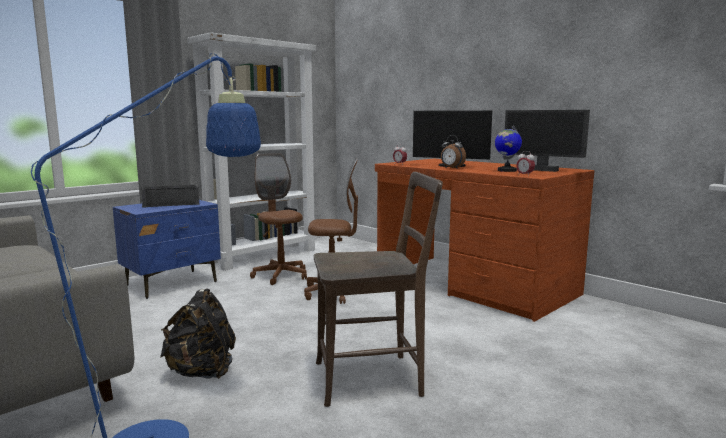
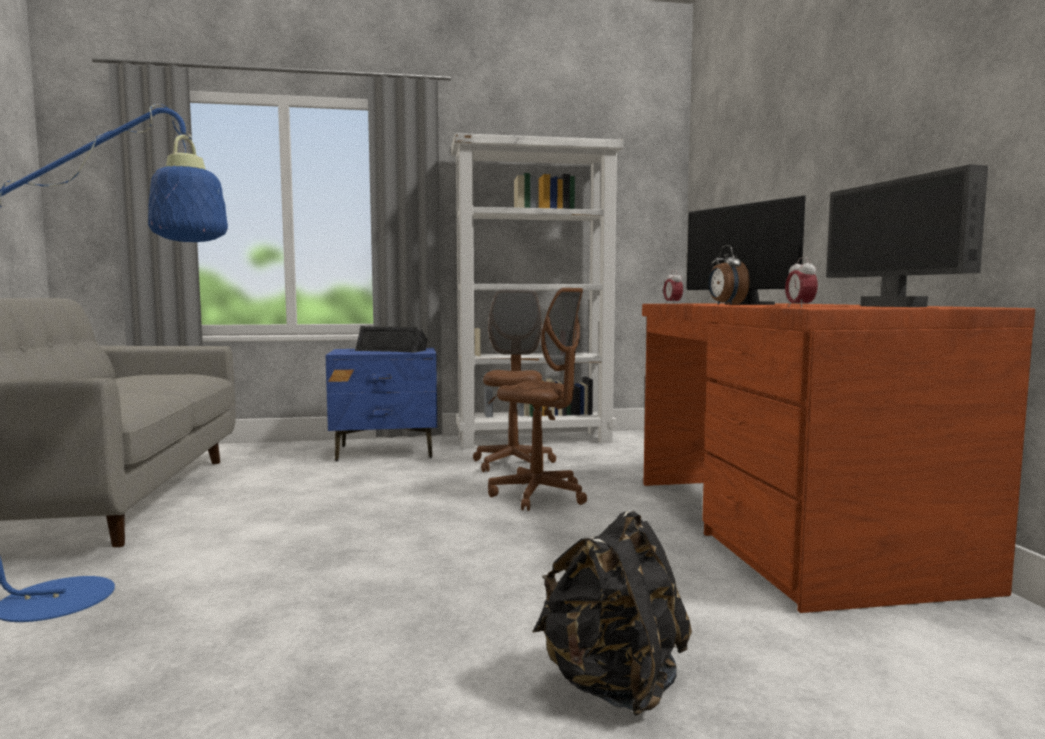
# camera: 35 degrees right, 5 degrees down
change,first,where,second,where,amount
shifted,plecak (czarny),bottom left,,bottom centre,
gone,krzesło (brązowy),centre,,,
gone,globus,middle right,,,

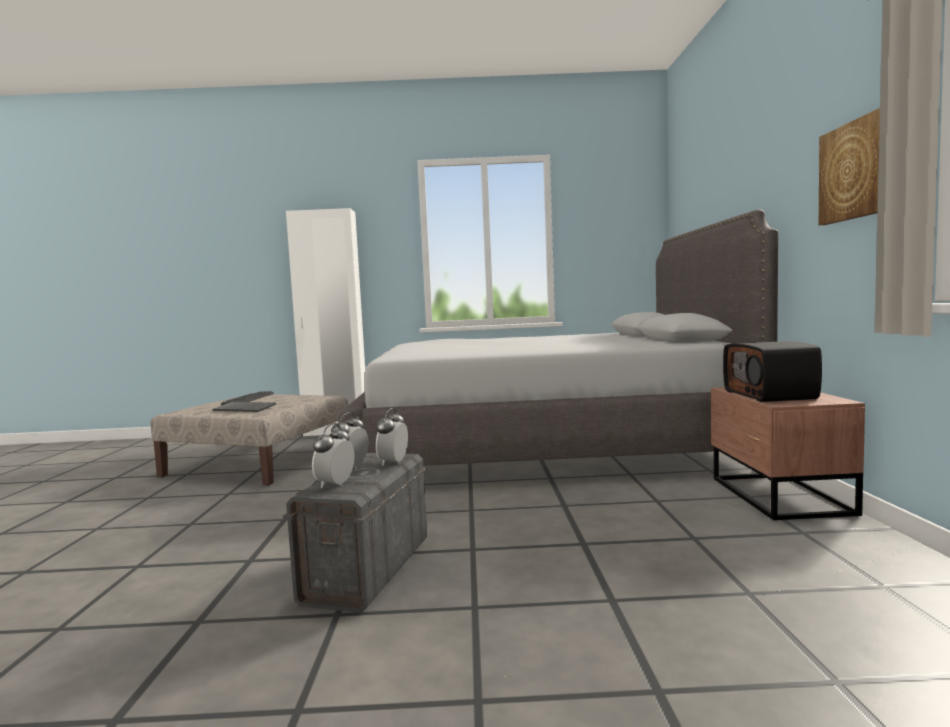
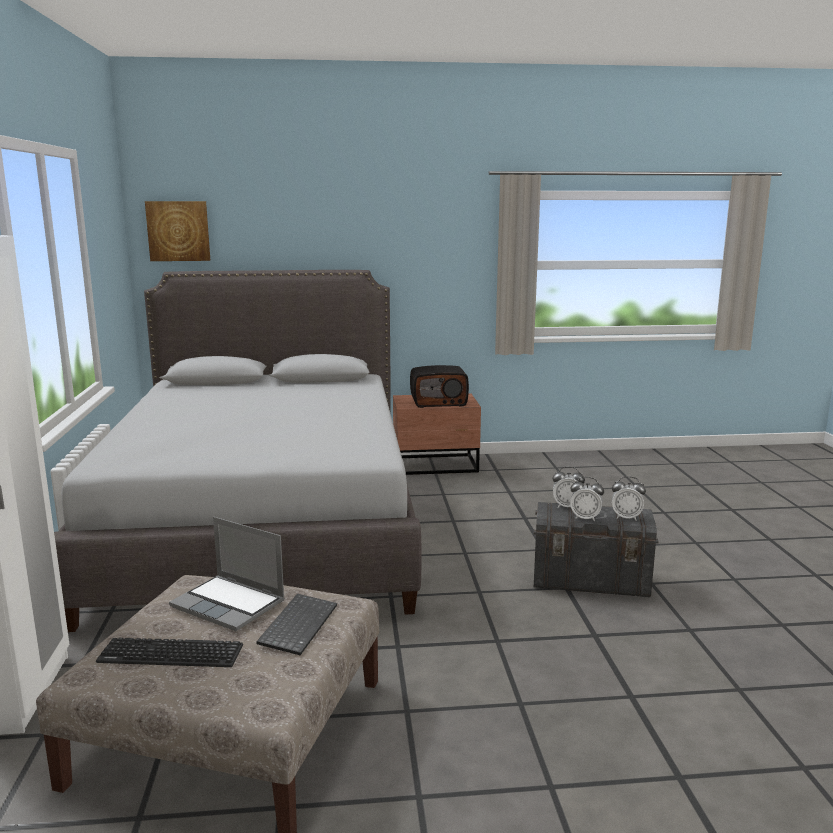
# camera: 95 degrees left, 10 degrees up
change,first,where,second,where,amount
shifted,obraz,top right,,top left,
new,,,laptop,bottom left,

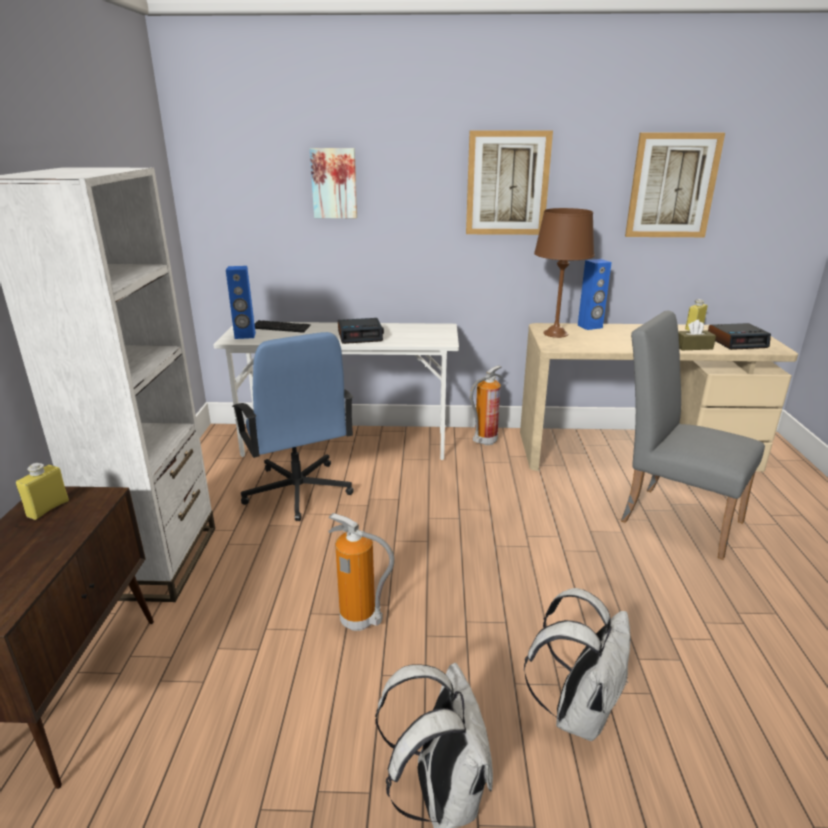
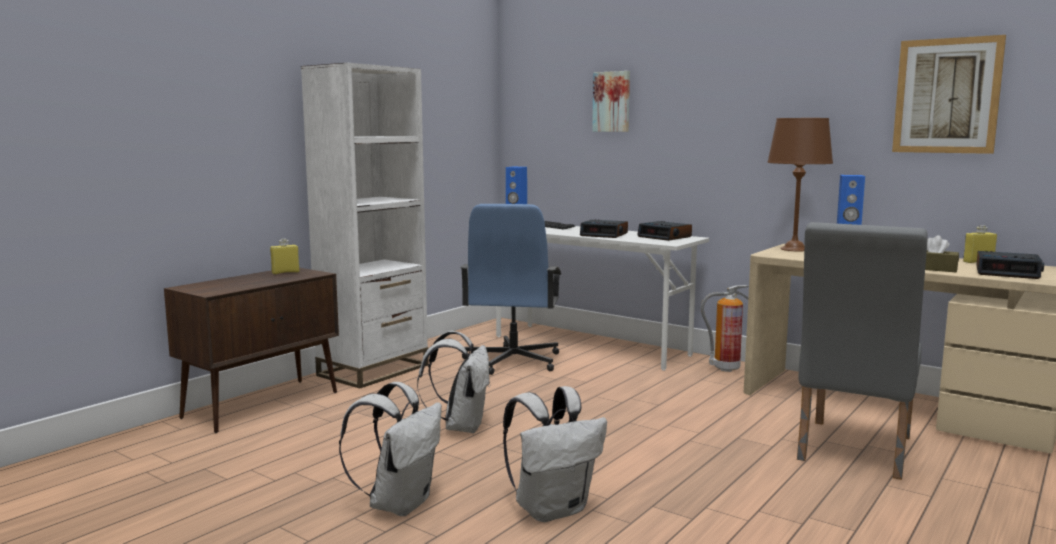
# camera: 35 degrees right, 15 degrees down
change,first,where,second,where,amount
swapped,gaśnica (no. 1 from left),bottom centre,plecak (biały) (no. 2 from left),bottom centre,
gone,obraz (no. 2 from left),top centre,,,
rotated,krzesło (szary),middle right,,middle right,135 degrees counterclockwise
new,,,budzik (no. 2 from left),centre,

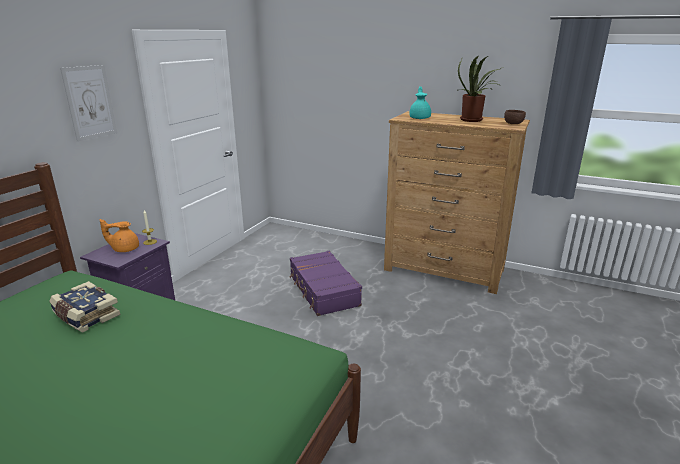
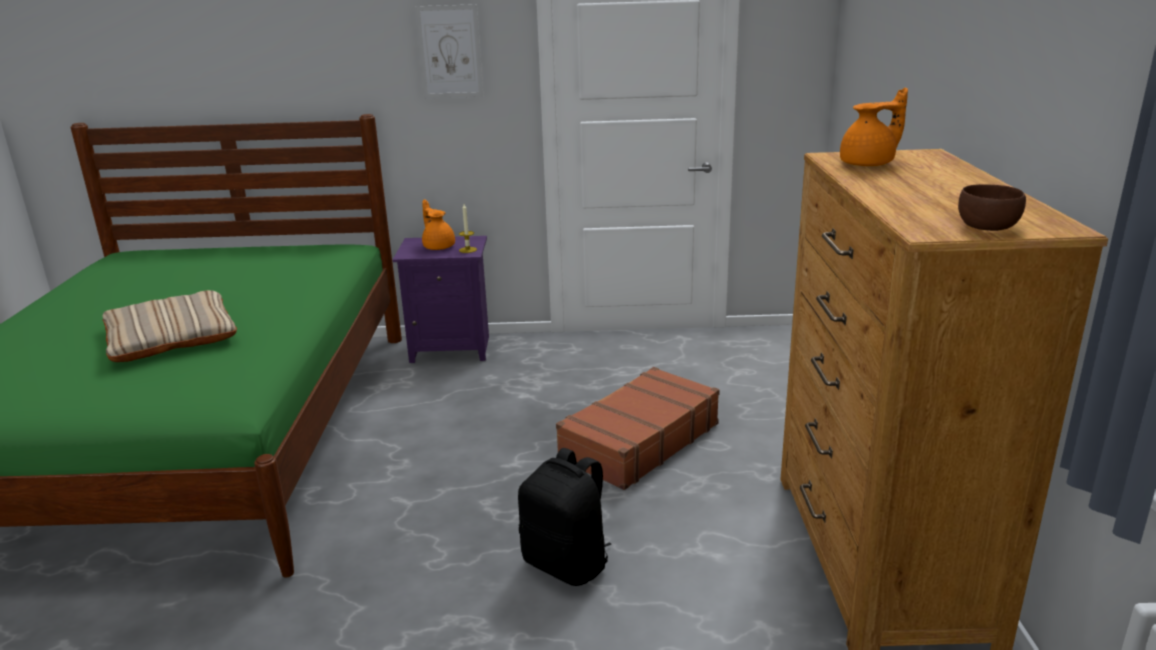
# camera: 65 degrees right, 0 degrees up
change,first,where,second,where,amount
gone,książka,middle left,,,
repainted,walizka (fioletowy),centre,walizka (brązowy),centre,
repainted,imbryk (turkusowy),top centre,imbryk (pomarańczowy) (no. 2 from left),top right,
gone,roślina doniczkowa,top right,,,
new,,,poduszka (beżowy),middle left,
new,,,plecak (czarny),bottom centre,

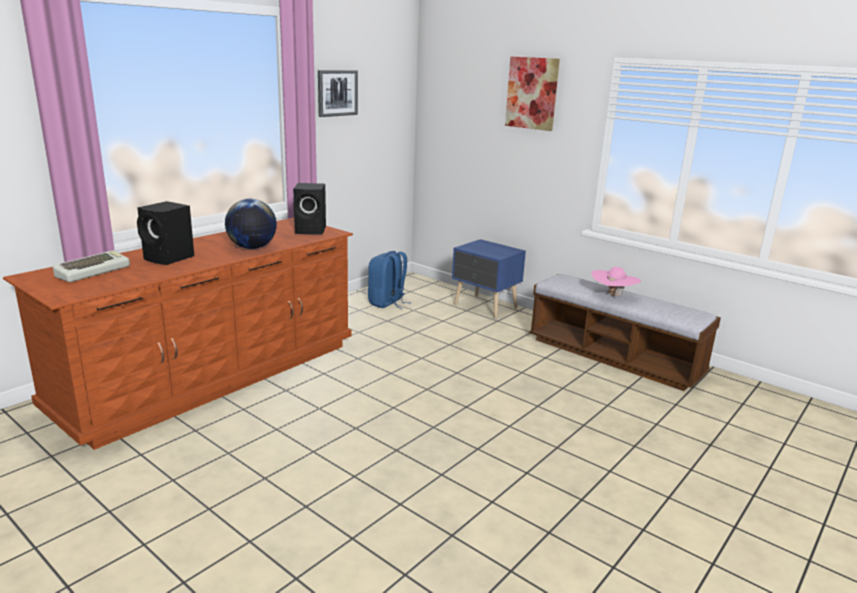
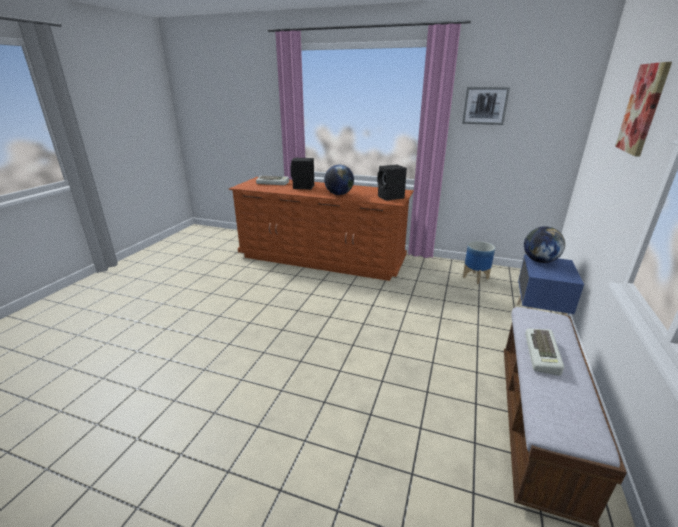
# camera: 70 degrees right, 5 degrees up
change,first,where,second,where,amount
swapped,plecak (niebieski),centre,donica,middle right,
swapped,kapelusz (różowy),middle right,klawiatura (no. 2 from left),bottom right,
new,,,globus (no. 2 from left),middle right,

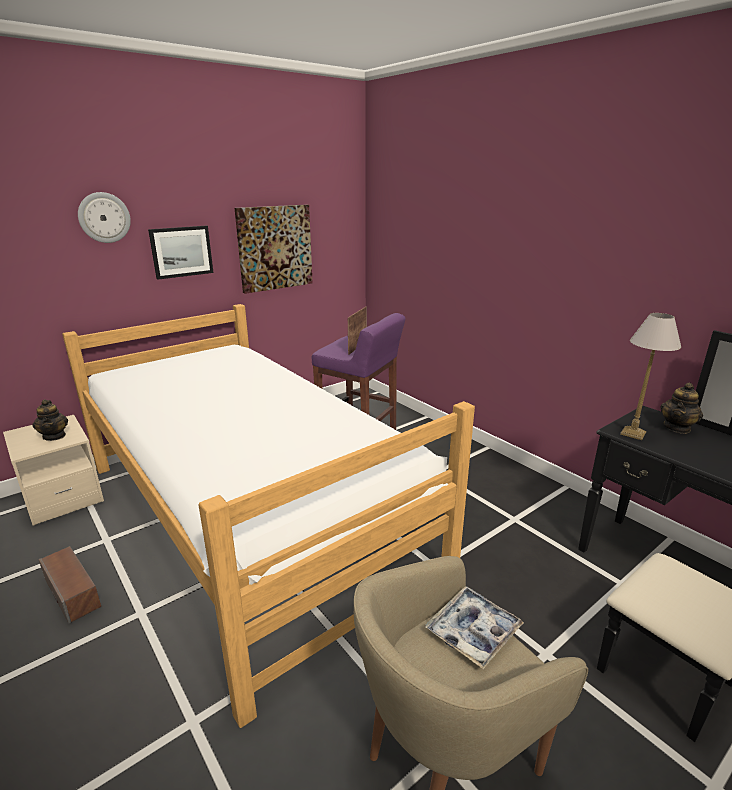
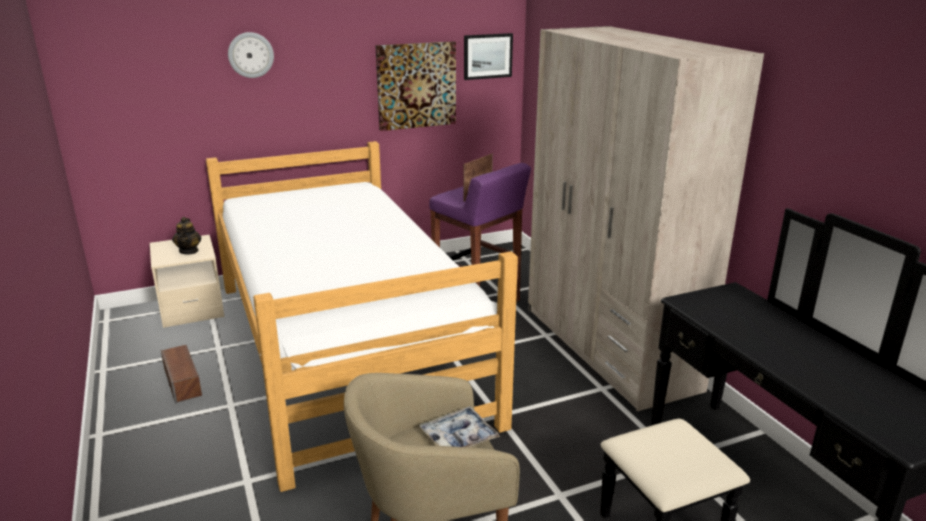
# camera: 15 degrees right, 0 degrees up
change,first,where,second,where,amount
shifted,obraz (no. 1 from left in the first image),top left,obraz (no. 2 from left),top centre,
gone,lampa stołowa,middle right,,,
gone,imbryk (no. 2 from left),middle right,,,
new,,,szafa (beżowy),middle right,

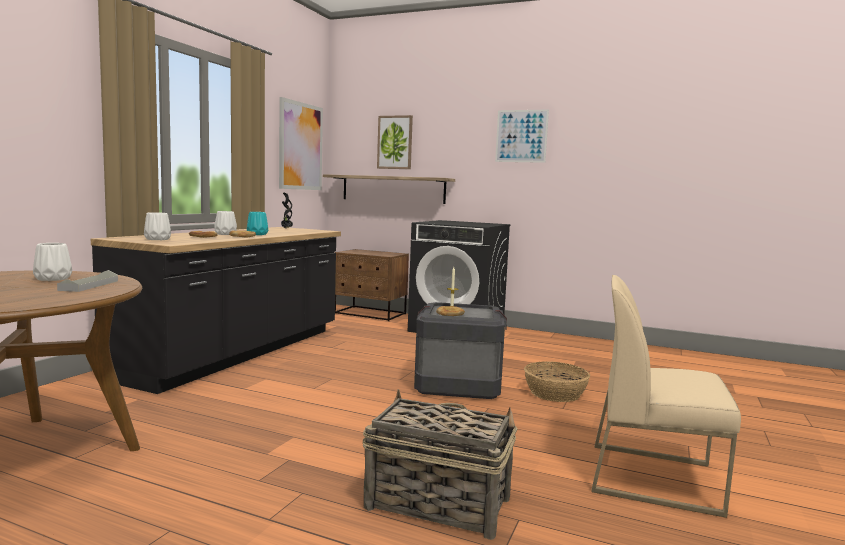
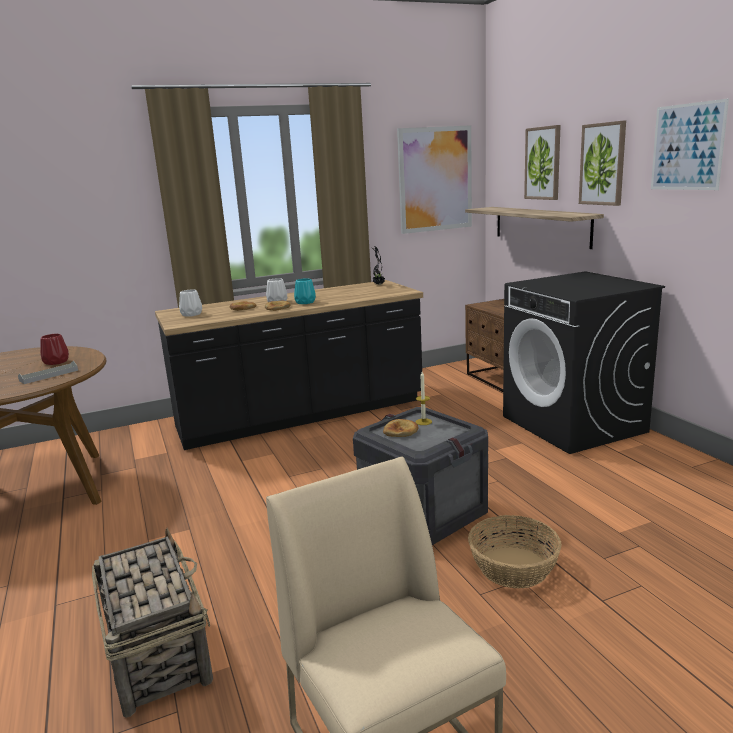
# camera: 45 degrees right, 10 degrees up
change,first,where,second,where,amount
repainted,wazon (biały) (no. 1 from left),middle left,wazon (czerwony),middle left,
new,,,obraz (no. 3 from left),top right,

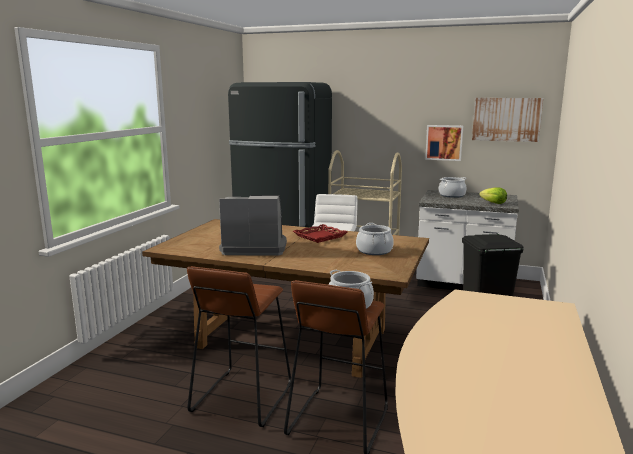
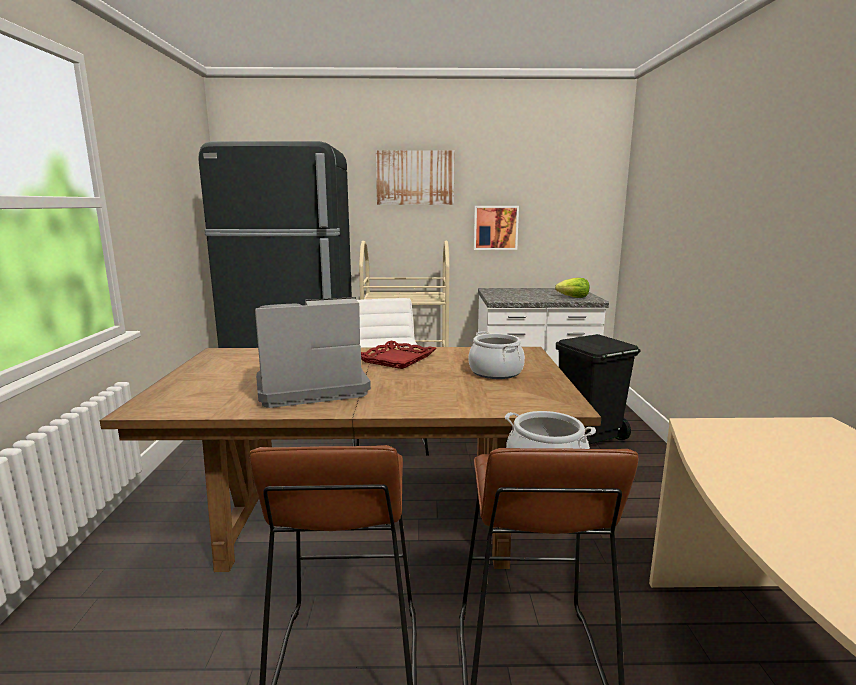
# camera: 20 degrees left, 0 degrees up
change,first,where,second,where,amount
gone,garnek (no. 3 from left),middle right,,,
shifted,obraz (no. 2 from left in the first image),top right,obraz (no. 1 from left),top centre,

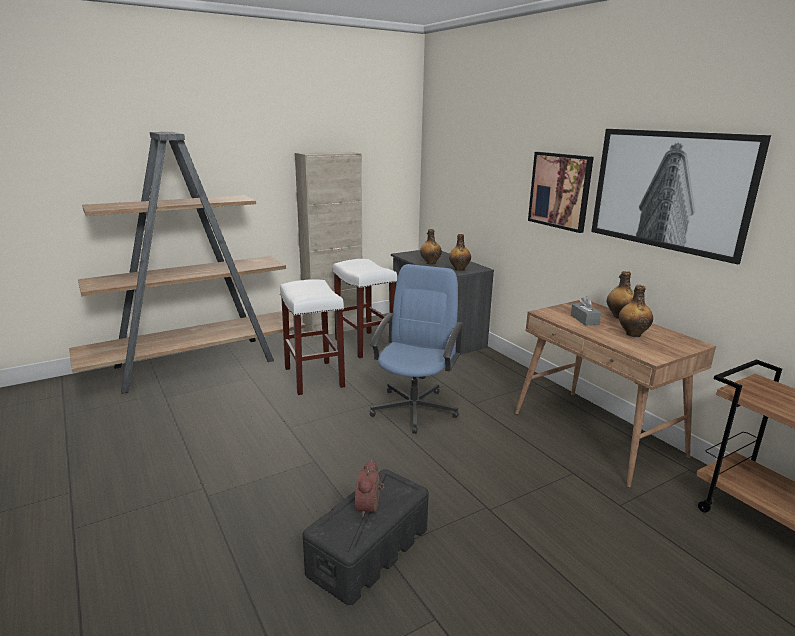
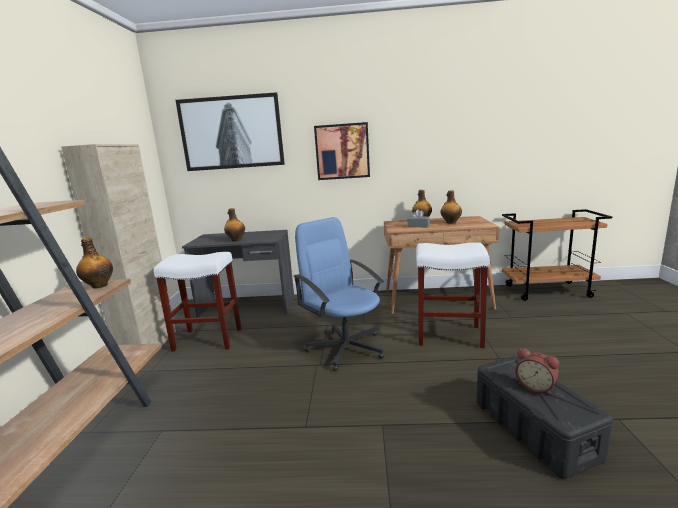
# camera: 55 degrees left, 5 degrees down
change,first,where,second,where,amount
shifted,stołek (biały) (no. 1 from left in the first image),centre,stołek (biały) (no. 2 from left),middle right,
shifted,butelka (no. 2 from left in the first image),centre,butelka (no. 1 from left),middle left,
shifted,obraz (no. 2 from left in the first image),top right,obraz (no. 1 from left),top centre,

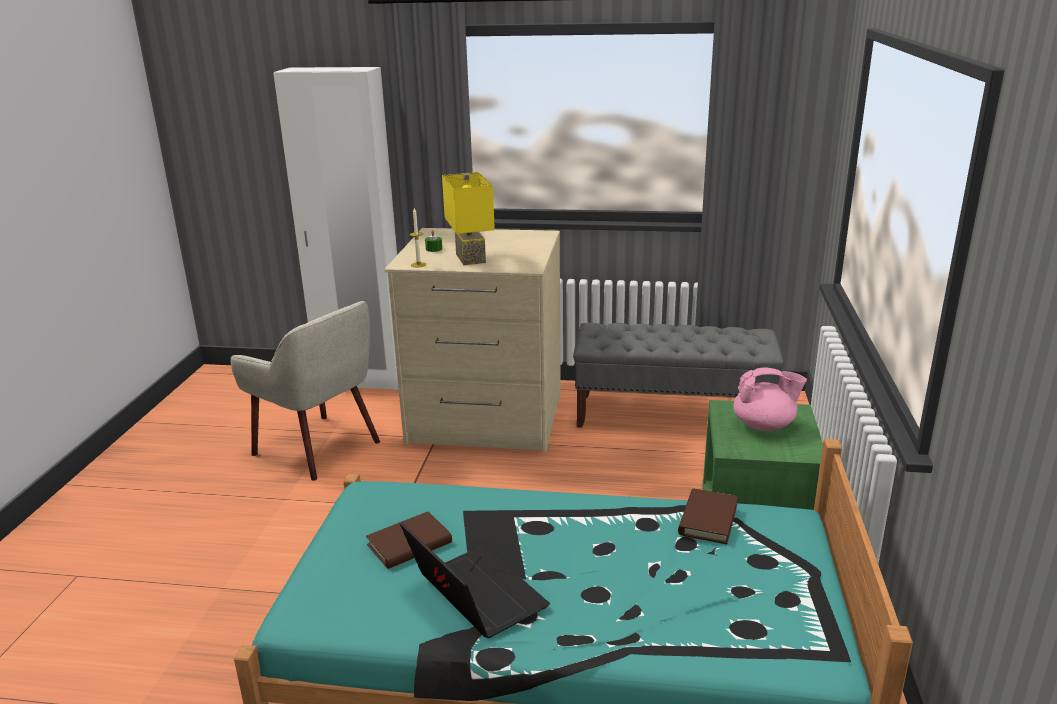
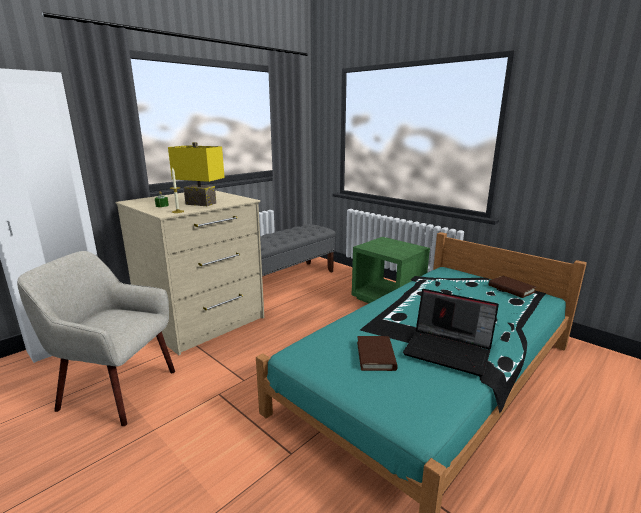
# camera: 55 degrees left, 5 degrees down
change,first,where,second,where,amount
rotated,fotel (beżowy),middle left,,middle left,150 degrees counterclockwise
rotated,laptop,bottom centre,,middle right,150 degrees counterclockwise
shifted,książka (brązowy) (no. 2 from left),bottom right,,middle right,
gone,imbryk (różowy),middle right,,,

